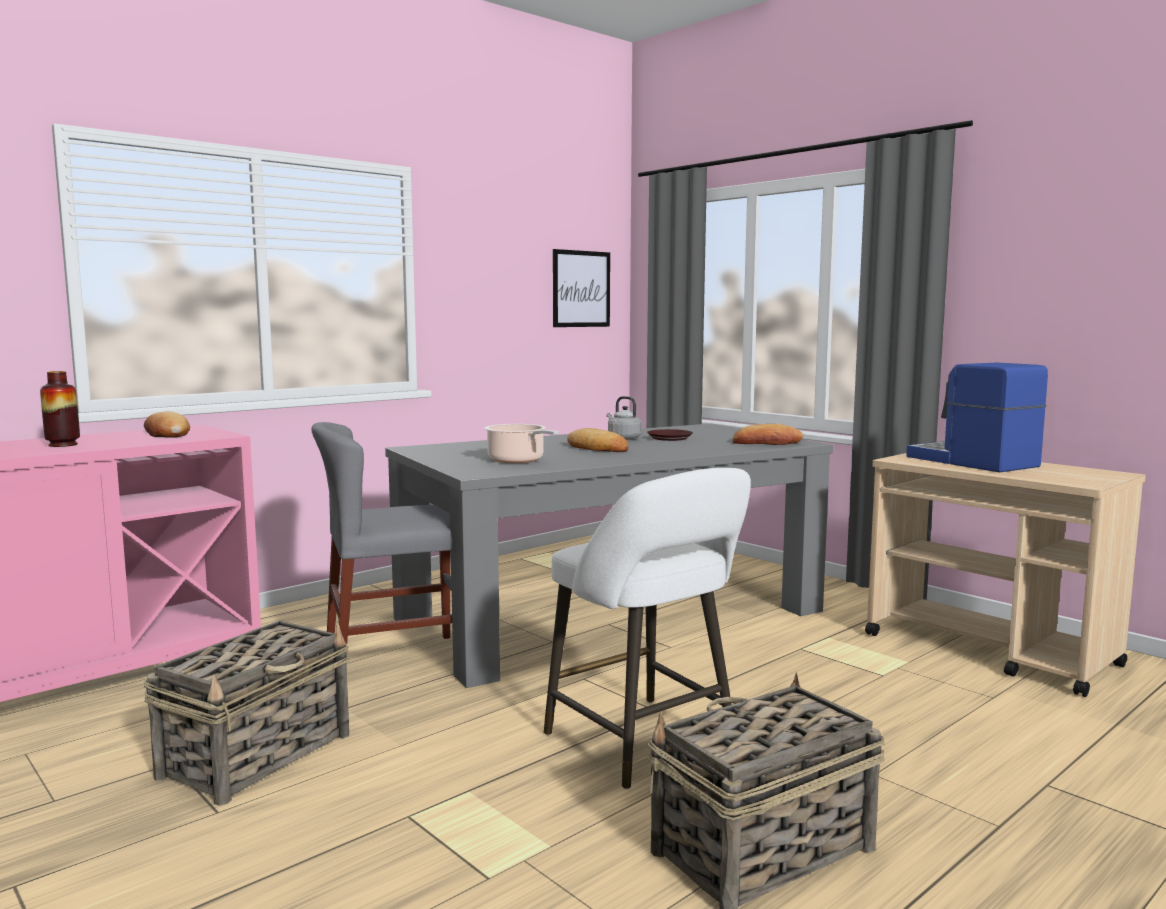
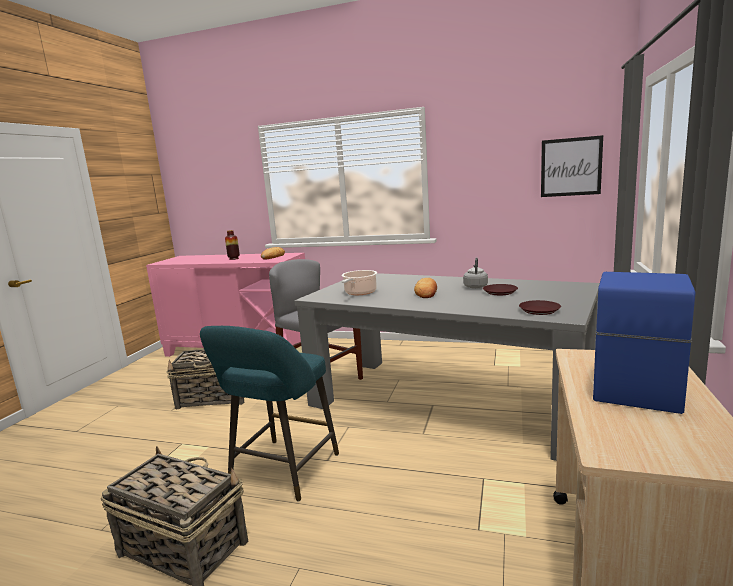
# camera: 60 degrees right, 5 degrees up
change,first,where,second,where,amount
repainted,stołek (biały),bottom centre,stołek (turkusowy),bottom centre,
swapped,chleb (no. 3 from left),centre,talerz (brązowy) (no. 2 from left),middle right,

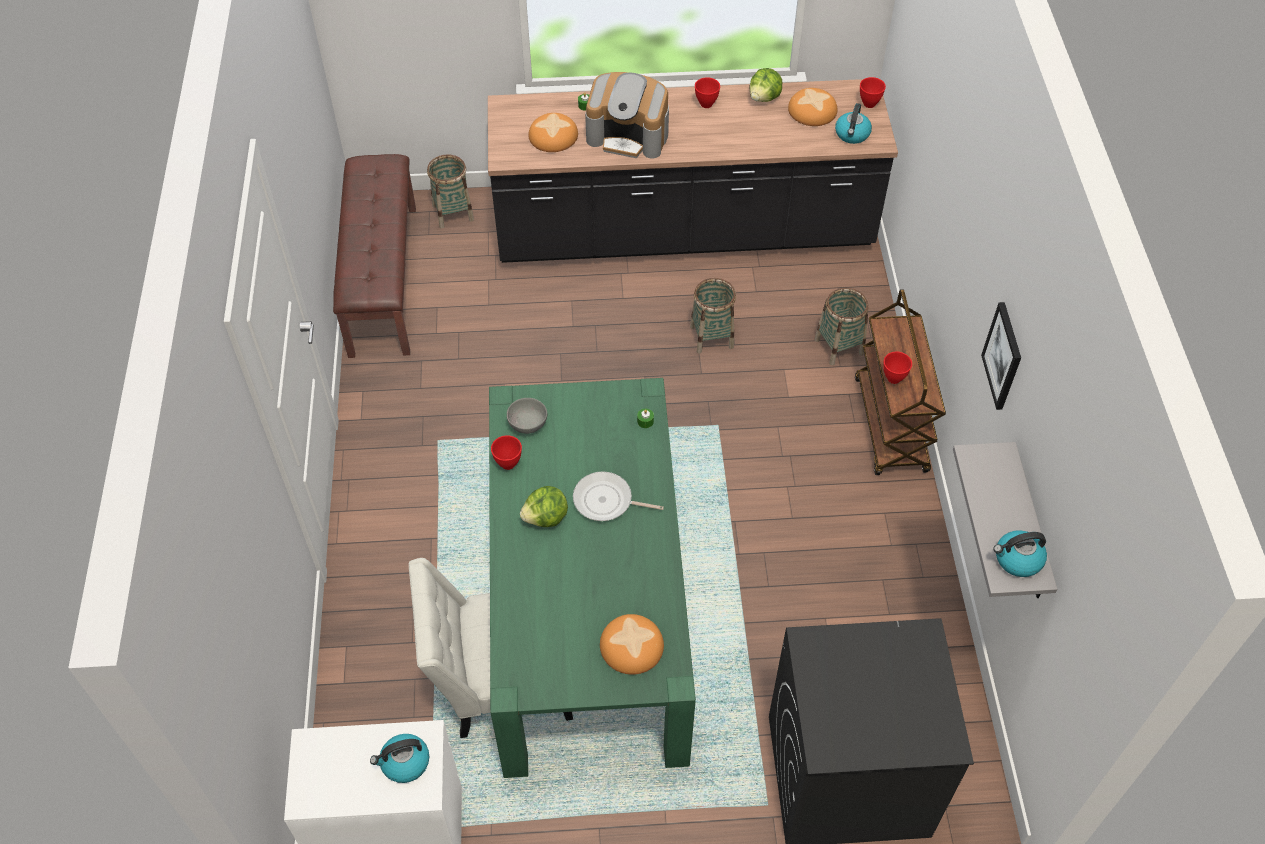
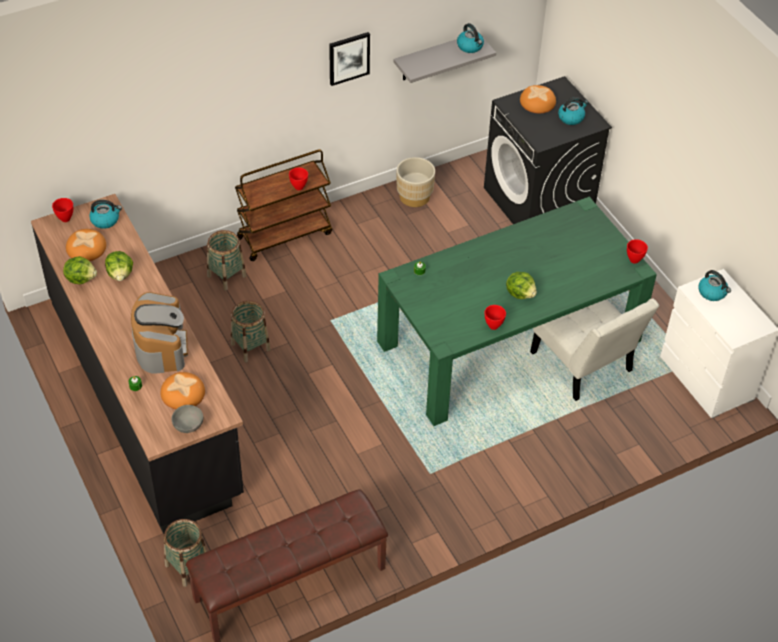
# camera: 115 degrees left, 5 degrees down
change,first,where,second,where,amount
shifted,miska (szary),centre,,middle left,
gone,patelnia,centre,,,
shifted,chleb (no. 2 from left in the first image),bottom centre,chleb (no. 3 from left),top right,
shifted,miska (czerwony) (no. 2 from left in the first image),top centre,miska (czerwony) (no. 4 from left),middle right,
new,,,sałata (no. 2 from left),middle left,
new,,,donica (beżowy),top centre,
new,,,czajnik (no. 3 from left),top right,

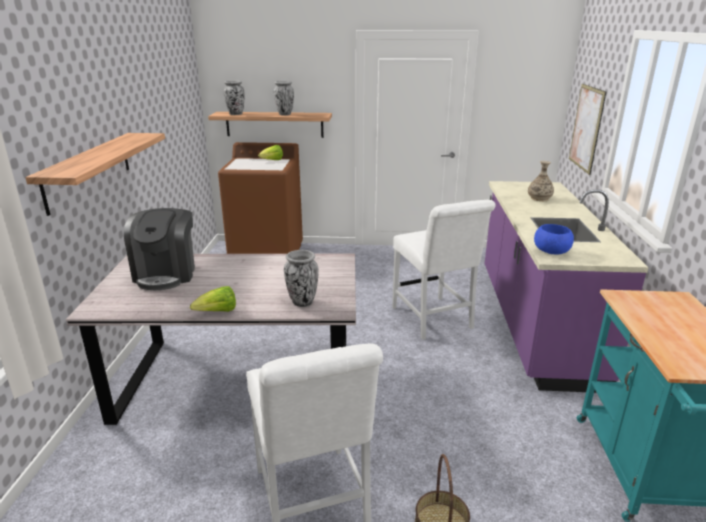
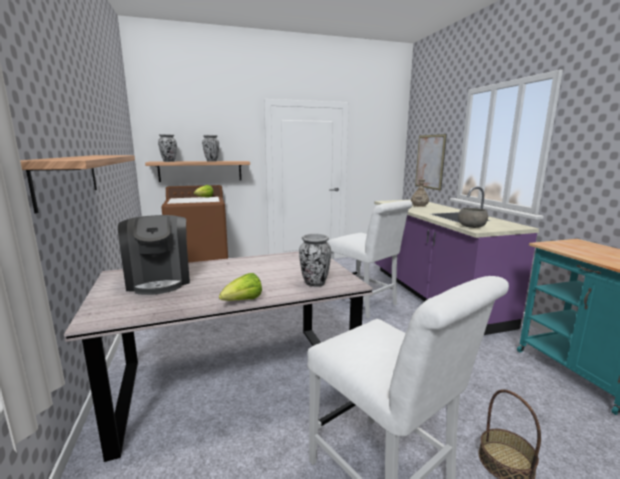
# camera: 20 degrees left, 10 degrees down
change,first,where,second,where,amount
repainted,miska (niebieski),middle right,miska (szary),middle right,

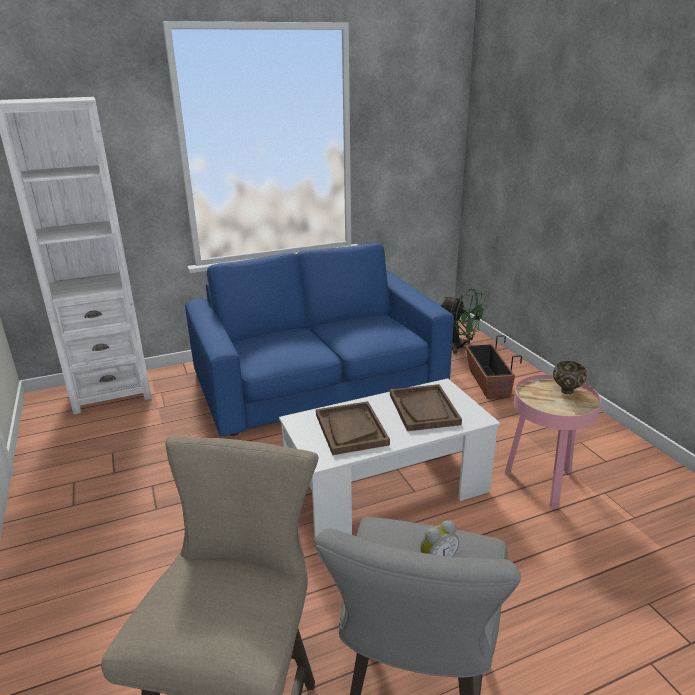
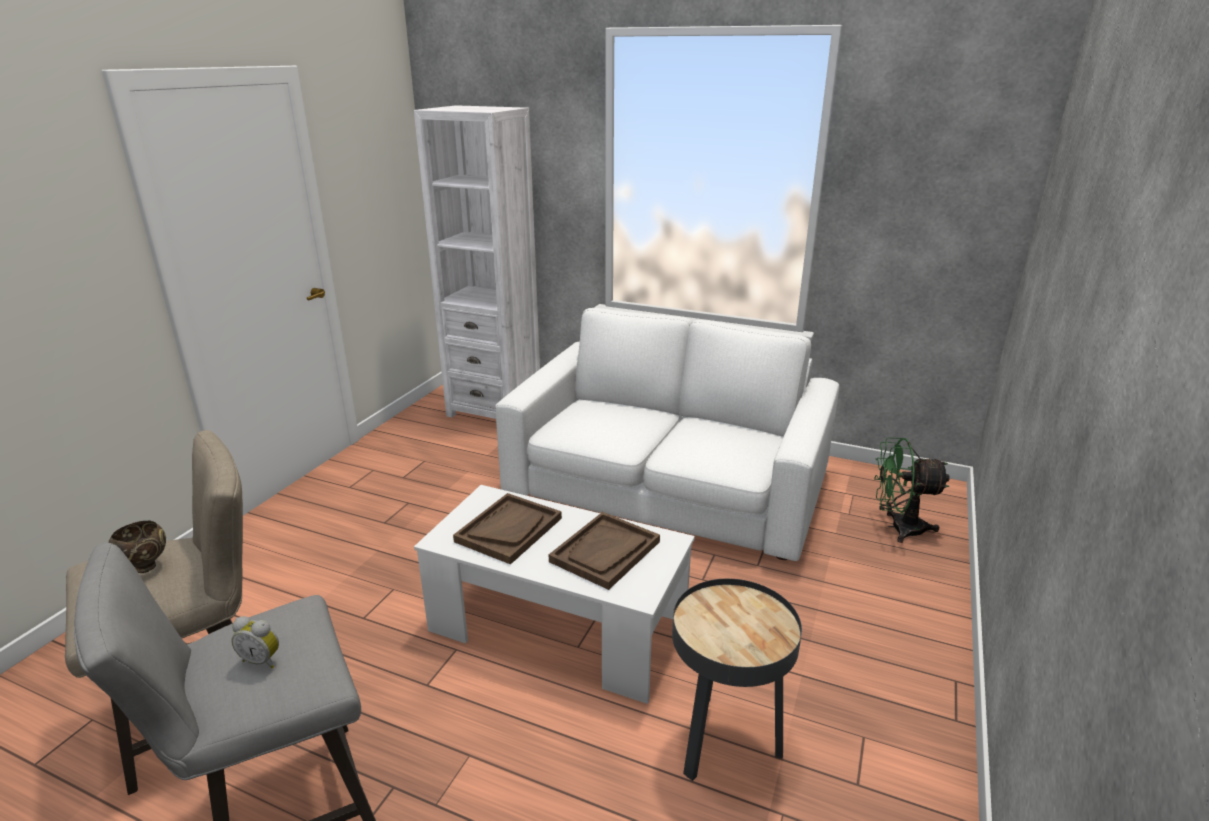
# camera: 45 degrees right, 0 degrees up
change,first,where,second,where,amount
repainted,kanapa (niebieski),centre,kanapa (biały),centre,
rotated,wentylator (zielony),middle right,,middle right,105 degrees clockwise
gone,donica,middle right,,,
repainted,stolik (różowy),middle right,stolik (czarny),bottom centre,
shifted,miska (brązowy),middle right,,middle left,

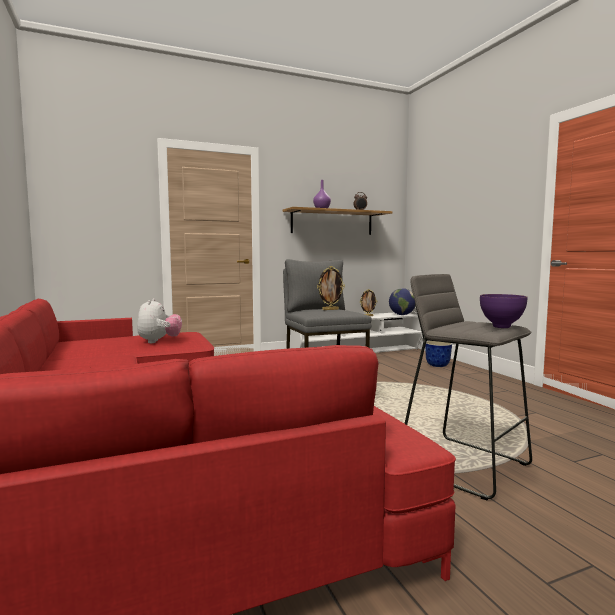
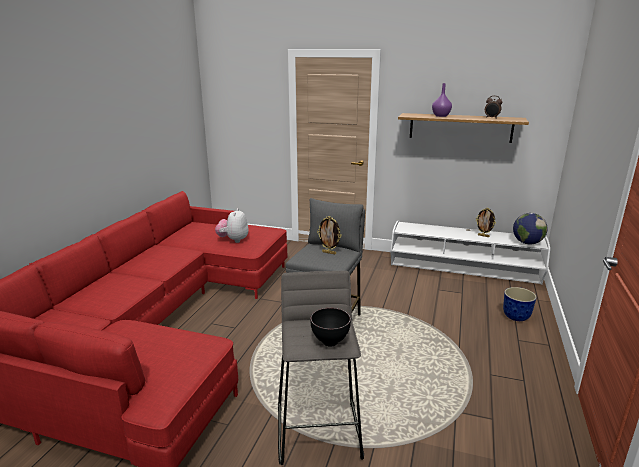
# camera: 40 degrees right, 15 degrees up
change,first,where,second,where,amount
rotated,pluszak,middle left,,centre,150 degrees clockwise
repainted,miska (fioletowy),middle right,miska (czarny),bottom centre,

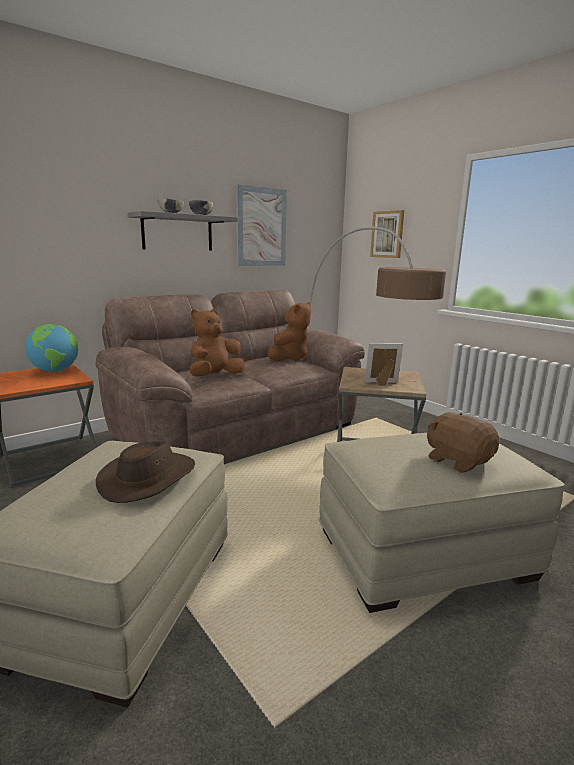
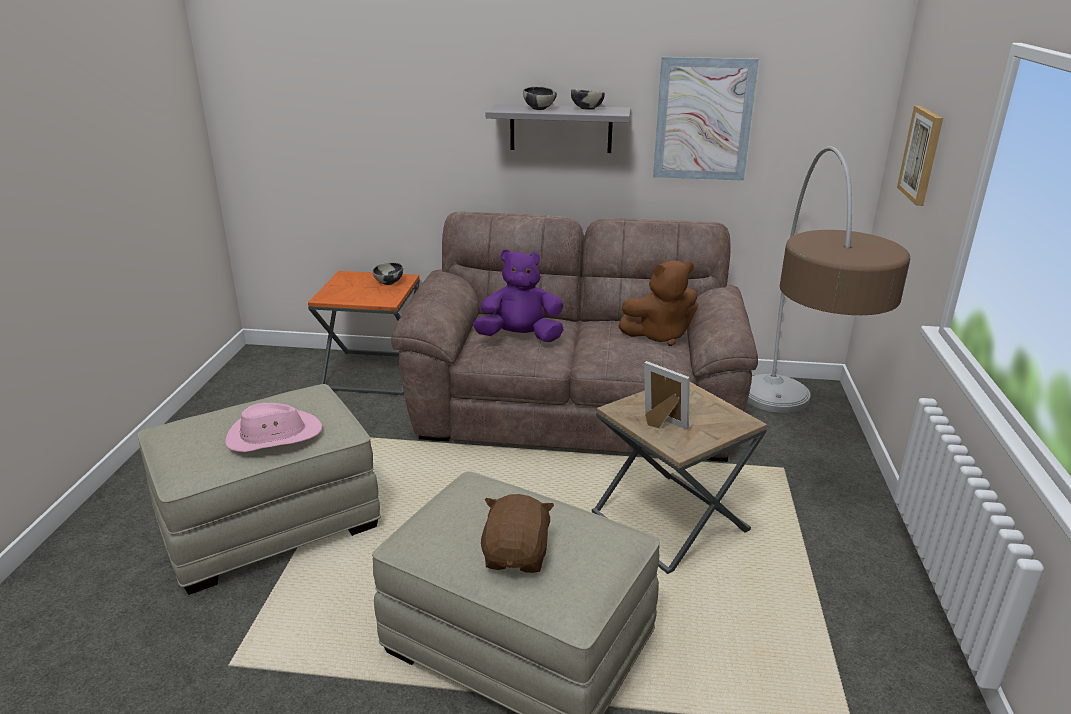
# camera: 45 degrees right, 10 degrees up
change,first,where,second,where,amount
swapped,globus,middle left,miska (no. 1 from left),centre,
repainted,kapelusz (brązowy),middle left,kapelusz (różowy),middle left,
repainted,pluszak (brązowy) (no. 1 from left),centre,pluszak (fioletowy),centre,

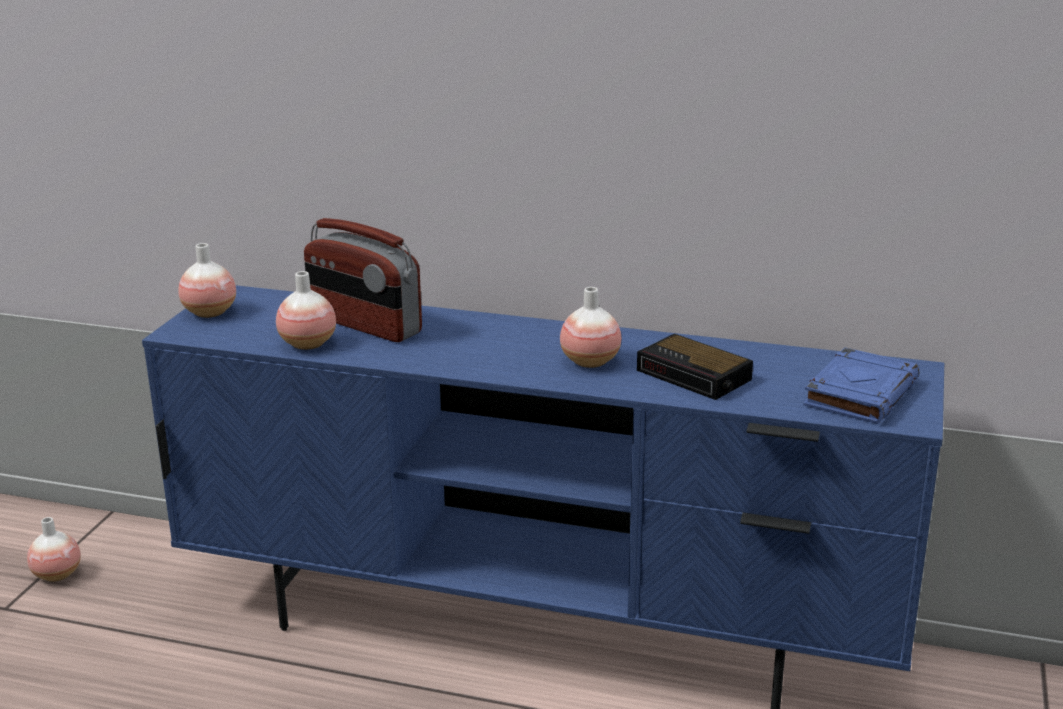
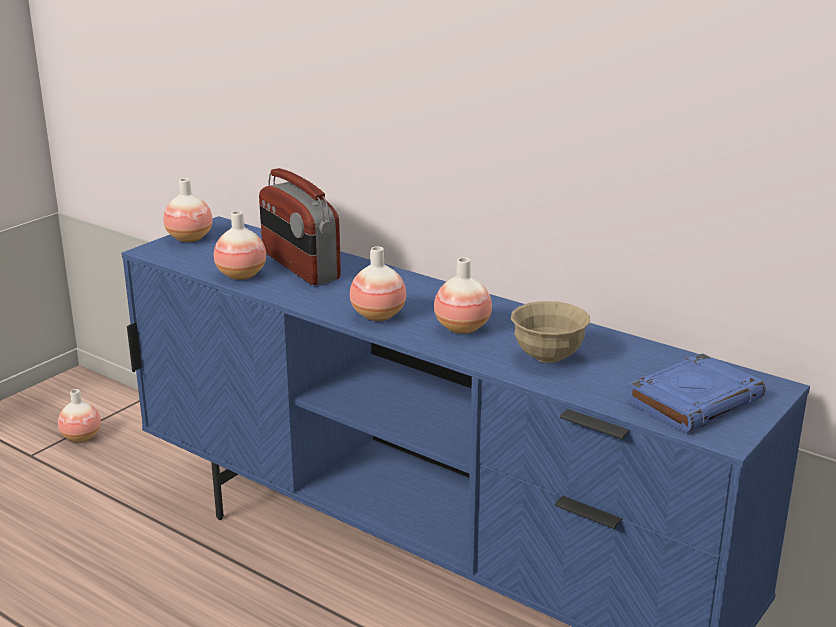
# camera: 20 degrees right, 0 degrees up
change,first,where,second,where,amount
swapped,budzik,centre,miska (beżowy),centre,
new,,,wazon (no. 4 from left),centre,

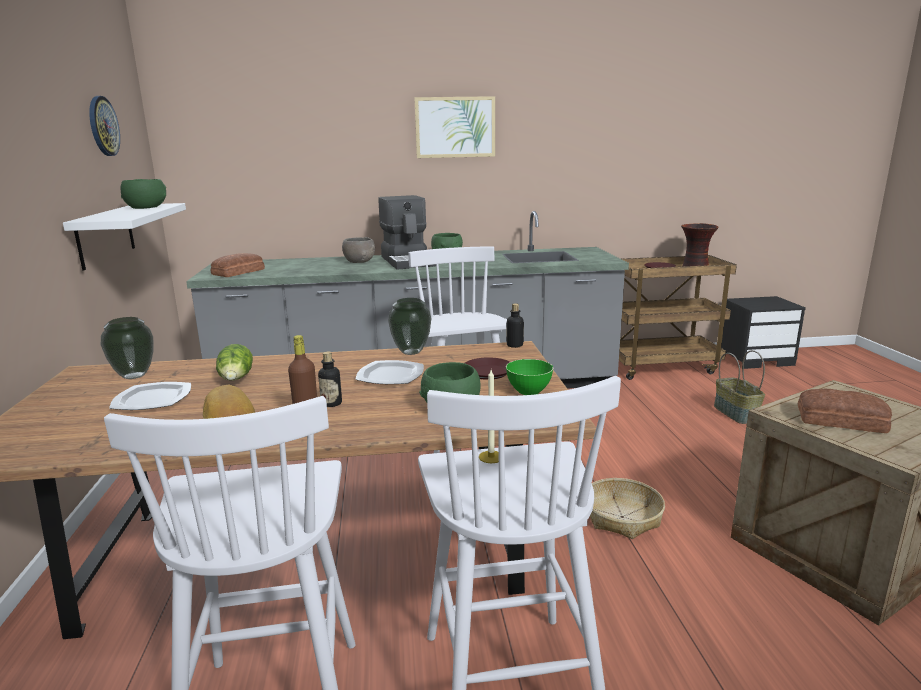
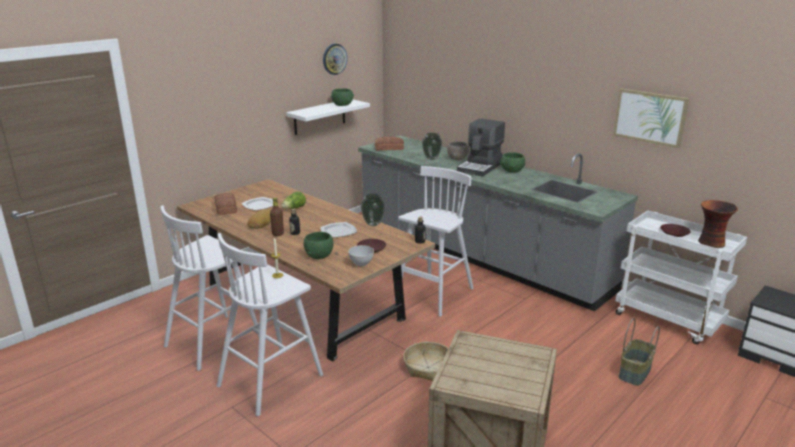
# camera: 50 degrees right, 5 degrees up
change,first,where,second,where,amount
shifted,wazon (no. 1 from left in the first image),middle left,wazon (no. 2 from left),top centre,
shifted,obraz,top centre,,top right,
repainted,miska (zielony) (no. 4 from left),centre,miska (szary) (no. 1 from left),centre,
repainted,wózek (brązowy),middle right,wózek (biały),middle right,
shifted,chleb (no. 3 from left in the first image),middle right,chleb (no. 1 from left),middle left,

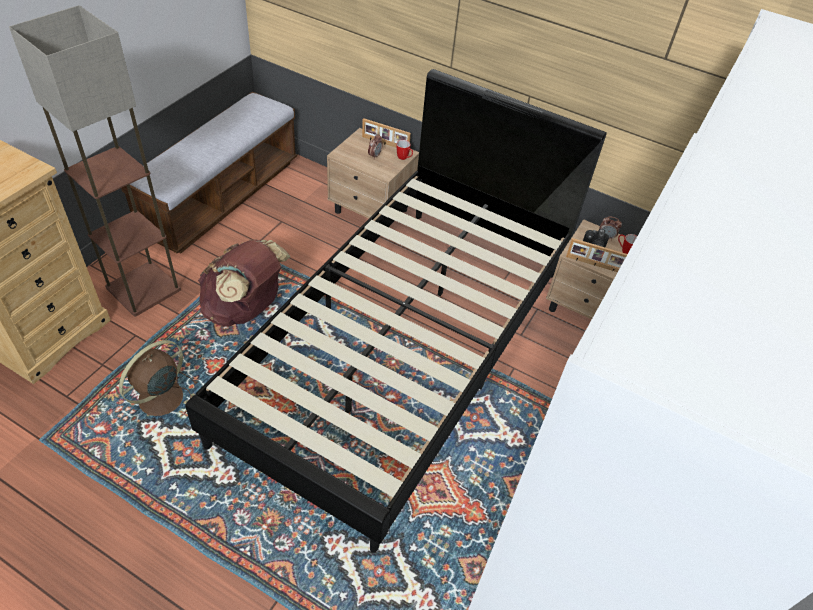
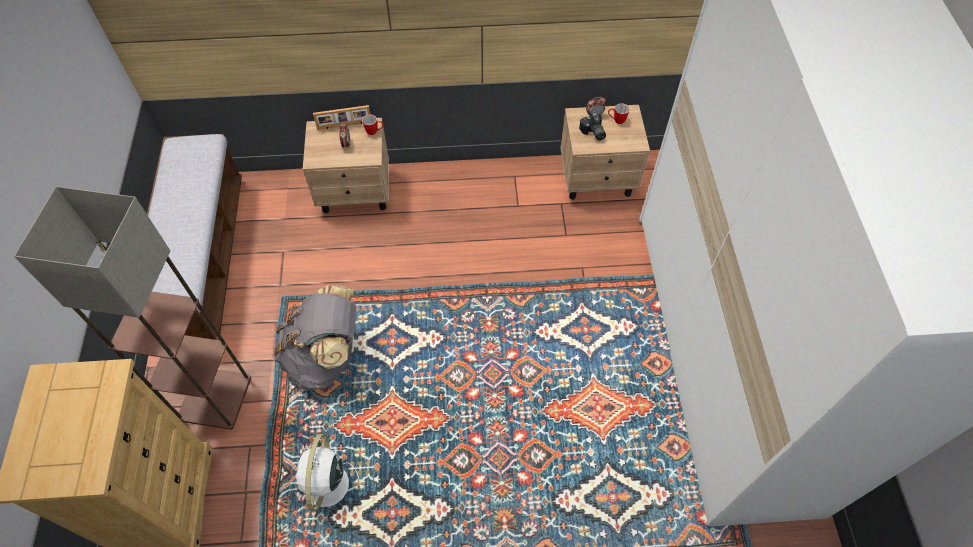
# camera: 30 degrees left, 10 degrees up
change,first,where,second,where,amount
repainted,wentylator (brązowy),middle left,wentylator (biały),bottom centre,
gone,łóżko (czarny),centre,,,
repainted,plecak (brązowy),middle left,plecak (szary),middle left,
gone,ramka na zdjęcie (no. 2 from left),middle right,,,

